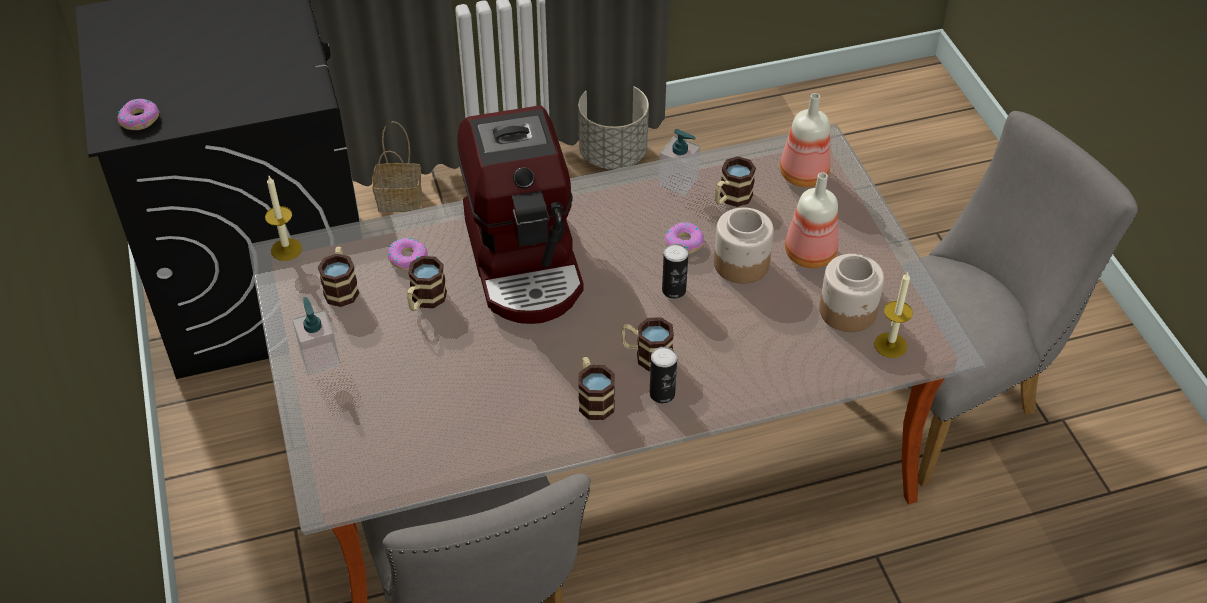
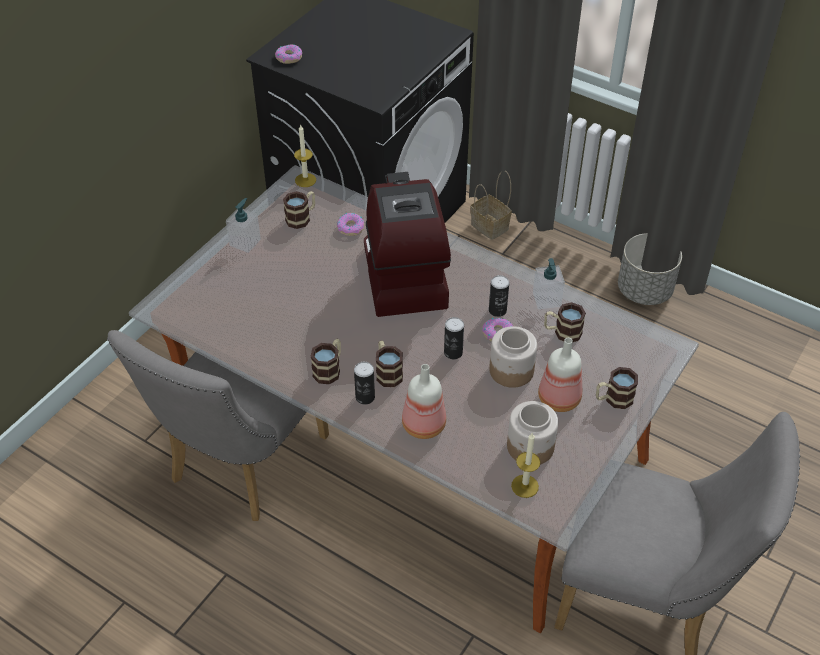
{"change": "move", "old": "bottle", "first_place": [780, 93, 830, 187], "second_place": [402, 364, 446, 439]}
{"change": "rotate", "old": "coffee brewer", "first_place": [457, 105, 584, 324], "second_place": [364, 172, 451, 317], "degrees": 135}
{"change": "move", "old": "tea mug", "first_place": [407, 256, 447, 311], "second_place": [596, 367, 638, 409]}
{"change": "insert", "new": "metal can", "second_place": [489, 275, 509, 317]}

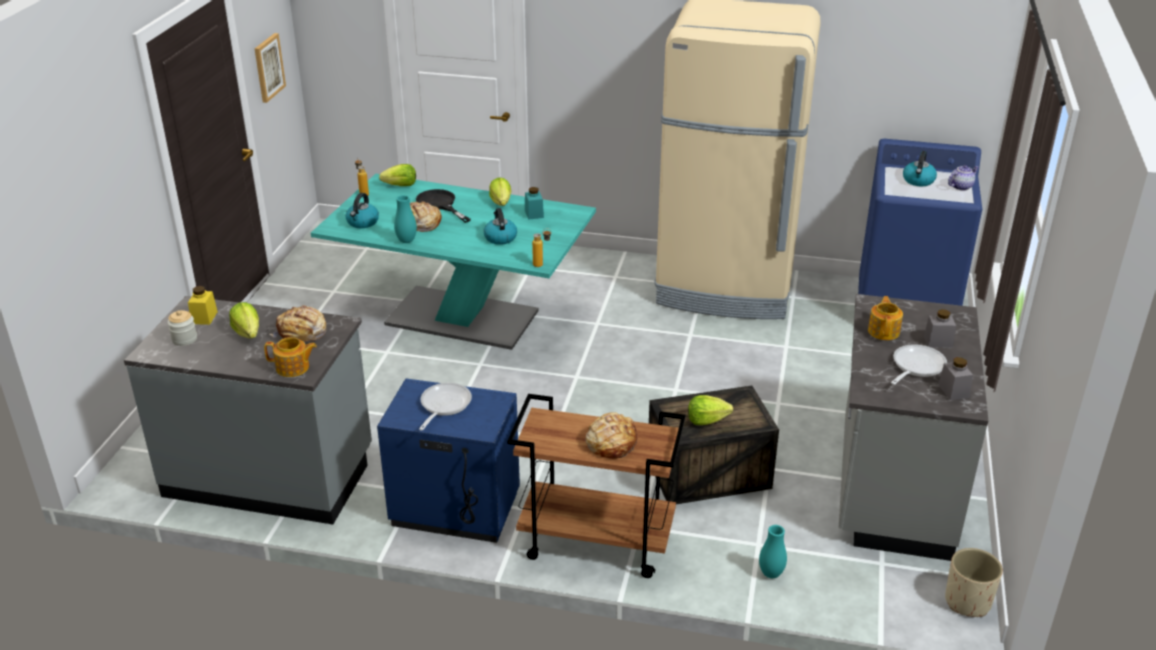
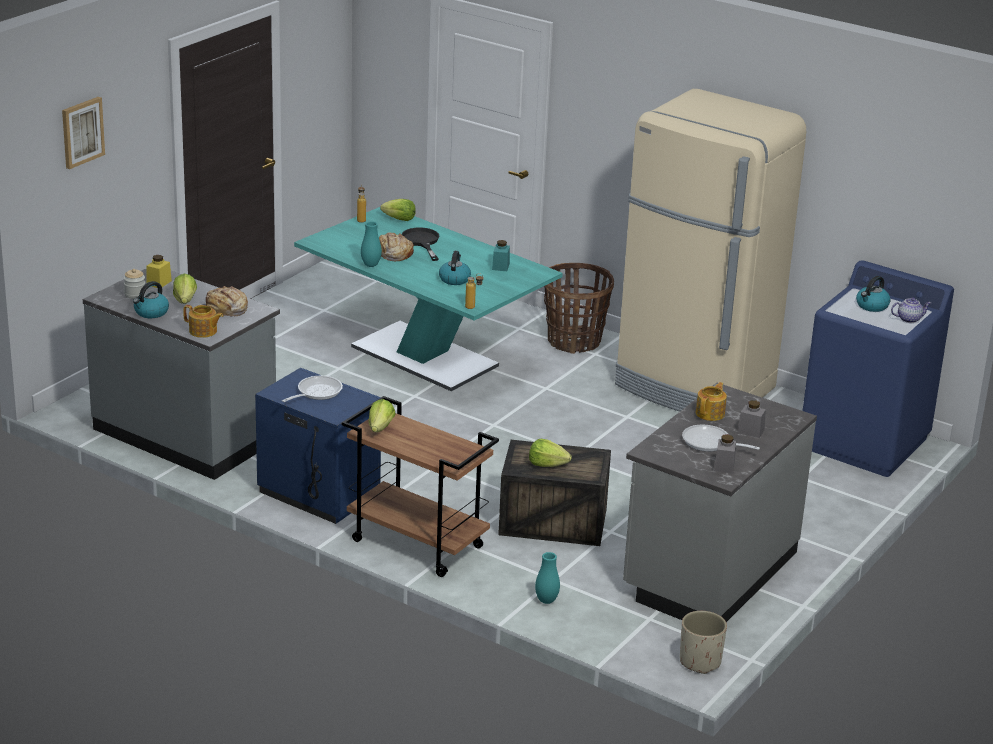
{"change": "move", "old": "wall art", "first_place": [255, 33, 286, 103], "second_place": [62, 97, 105, 169]}
{"change": "move", "old": "lettuce head", "first_place": [489, 177, 511, 206], "second_place": [369, 399, 395, 432]}
{"change": "move", "old": "kettle", "first_place": [346, 193, 379, 228], "second_place": [133, 281, 169, 318]}
{"change": "rotate", "old": "frying pan", "first_place": [891, 344, 947, 385], "second_place": [682, 425, 760, 452], "degrees": -120}
{"change": "delete", "old": "bakery bread", "first_place": [586, 412, 637, 459]}
{"change": "insert", "new": "basket", "second_place": [544, 263, 614, 354]}

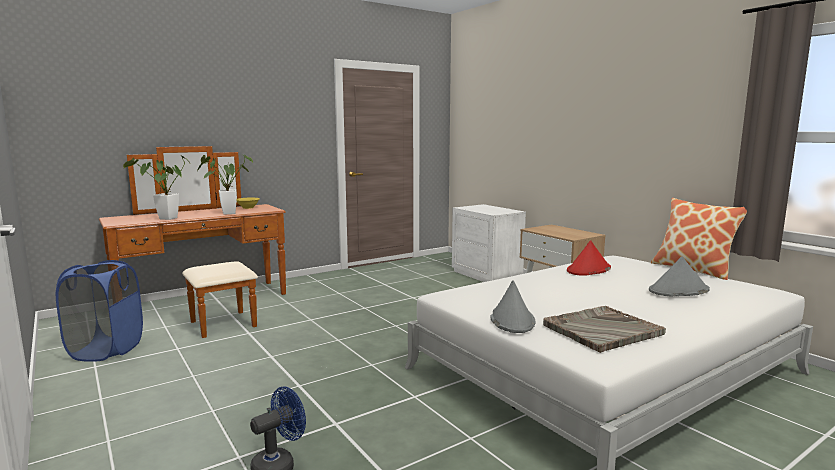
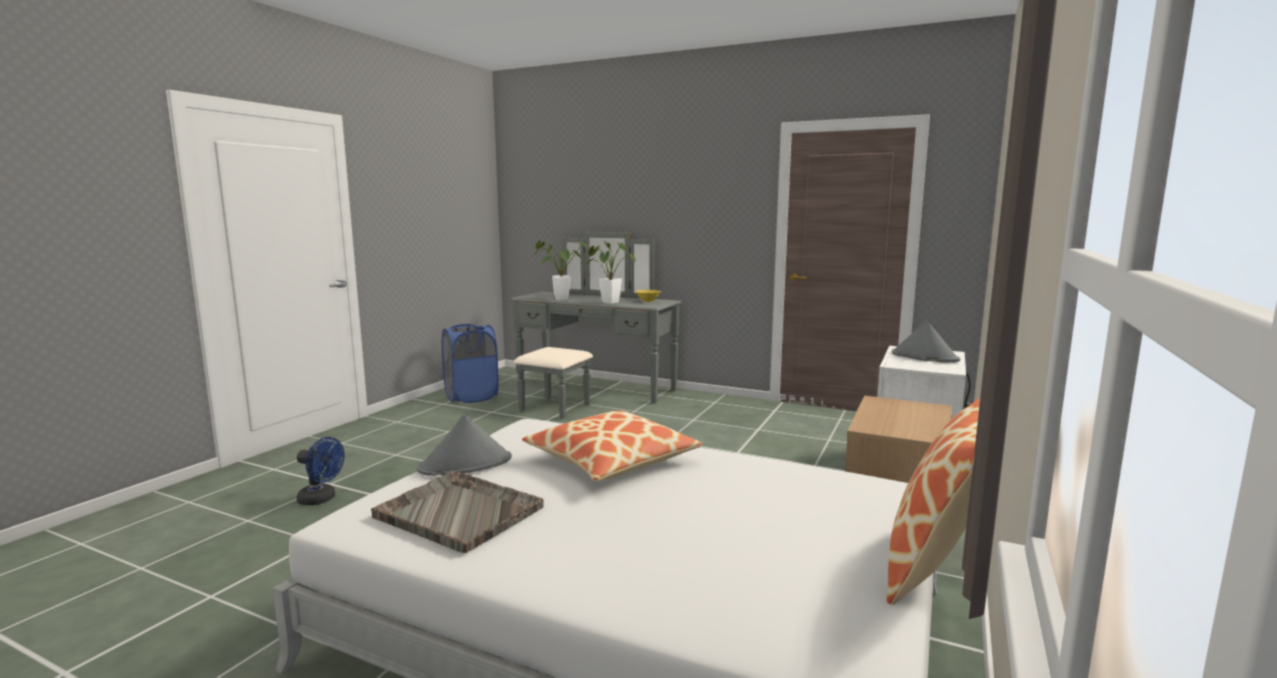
{"change": "recolor", "old": "dresser/brown", "new": "dresser/greyish", "first_place": [99, 146, 286, 338], "second_place": [511, 232, 681, 419]}
{"change": "delete", "old": "hat/red-coloured", "first_place": [567, 240, 611, 276]}
{"change": "move", "old": "hat/greyish", "first_place": [649, 256, 710, 296], "second_place": [892, 321, 960, 362]}
{"change": "insert", "new": "throw pillow", "second_place": [522, 411, 703, 482]}

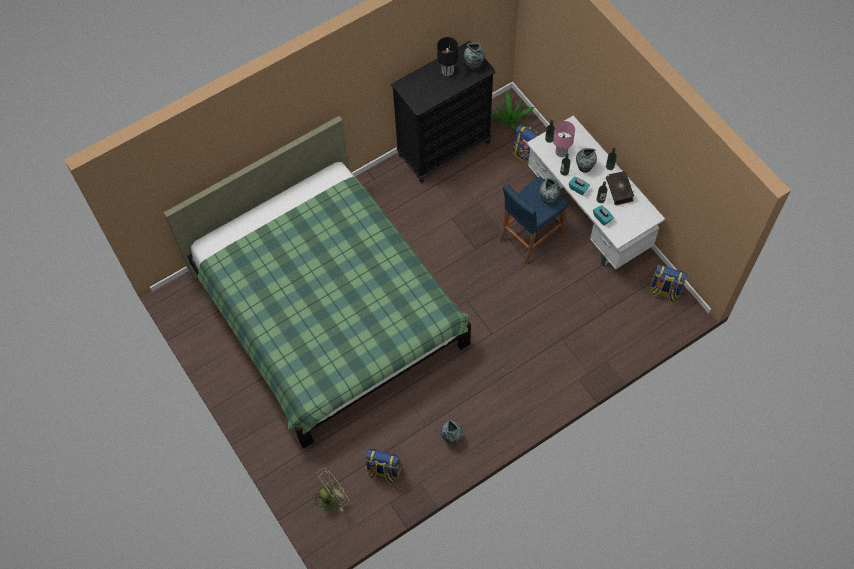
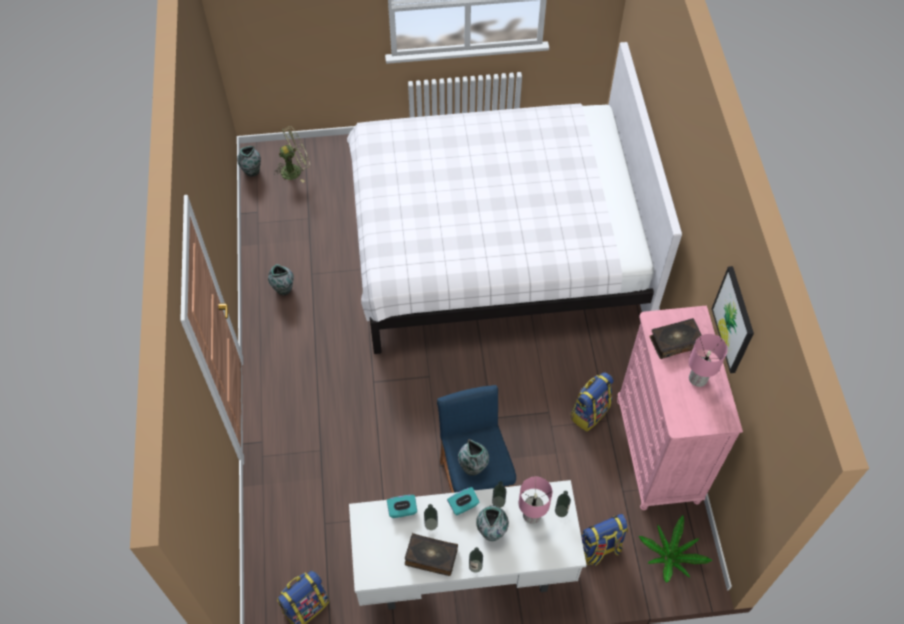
{"change": "recolor", "old": "lamp for a table/black-coloured", "new": "lamp for a table/pink-coloured", "first_place": [437, 37, 458, 76], "second_place": [689, 334, 728, 387]}
{"change": "recolor", "old": "dresser/black-coloured", "new": "dresser/pink-coloured", "first_place": [391, 41, 495, 183], "second_place": [617, 305, 743, 510]}
{"change": "move", "old": "flower vase", "first_place": [464, 43, 485, 71], "second_place": [237, 146, 261, 177]}
{"change": "recolor", "old": "bedroom bed/green", "new": "bedroom bed/white-coloured", "first_place": [164, 116, 471, 449], "second_place": [347, 42, 682, 354]}
{"change": "move", "old": "knapsack", "first_place": [366, 449, 401, 484], "second_place": [571, 372, 614, 432]}
{"change": "rotate", "old": "cooling fan/green", "first_place": [312, 468, 349, 511], "second_place": [274, 126, 310, 183], "degrees": -105}
{"change": "insert", "new": "wall art", "second_place": [711, 266, 754, 373]}
{"change": "insert", "new": "book", "second_place": [649, 318, 702, 359]}

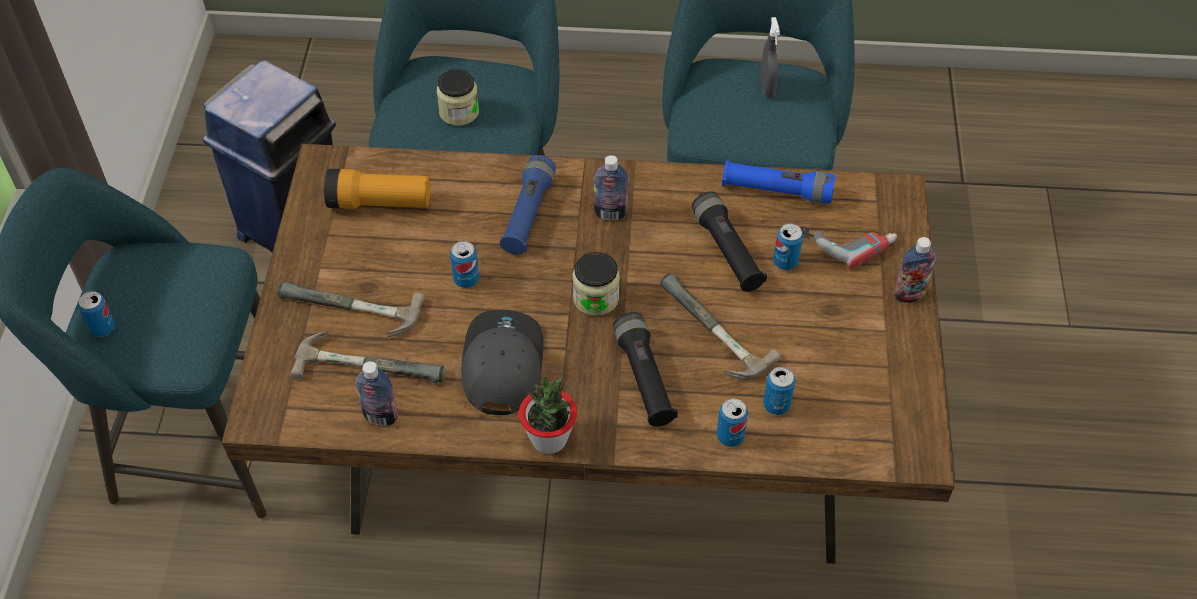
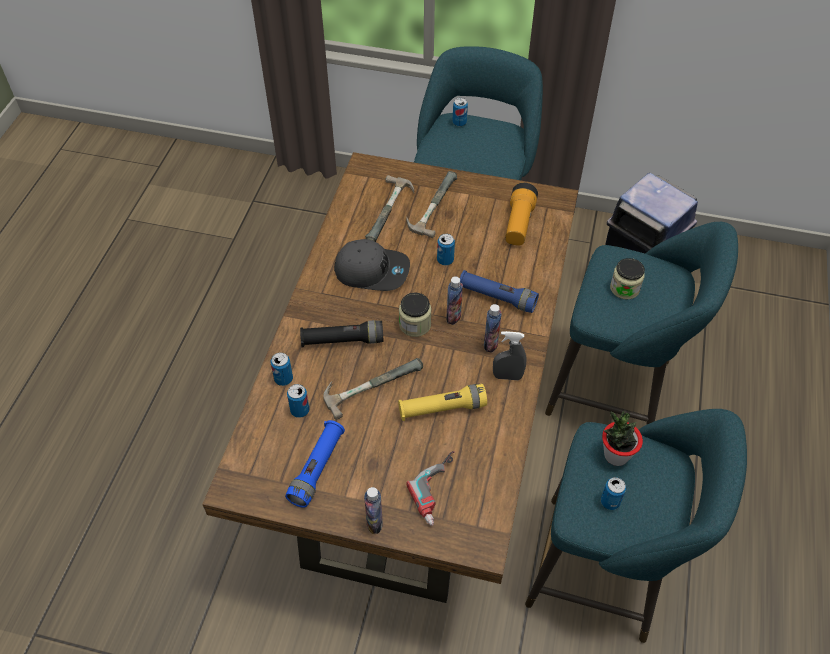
{"change": "move", "old": "hand sprayer/greyish", "first_place": [760, 17, 780, 98], "second_place": [493, 331, 527, 380]}
{"change": "move", "old": "torch/bluish", "first_place": [722, 160, 836, 204], "second_place": [285, 420, 345, 508]}
{"change": "recolor", "old": "torch/black-coloured", "new": "torch/yellow-coloured", "first_place": [692, 191, 767, 292], "second_place": [398, 384, 487, 421]}
{"change": "move", "old": "metal can", "first_place": [773, 223, 803, 270], "second_place": [601, 477, 626, 510]}
{"change": "move", "old": "bottle", "first_place": [355, 361, 398, 426], "second_place": [446, 276, 463, 325]}
{"change": "move", "old": "houseplant", "first_place": [519, 377, 577, 454], "second_place": [602, 411, 643, 466]}

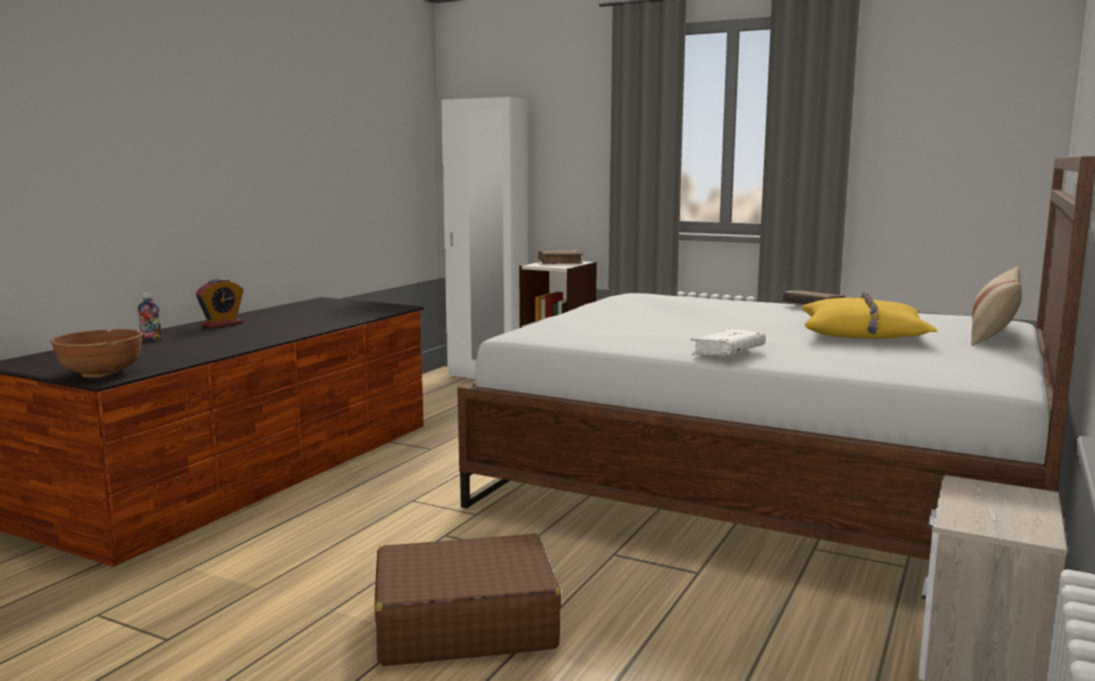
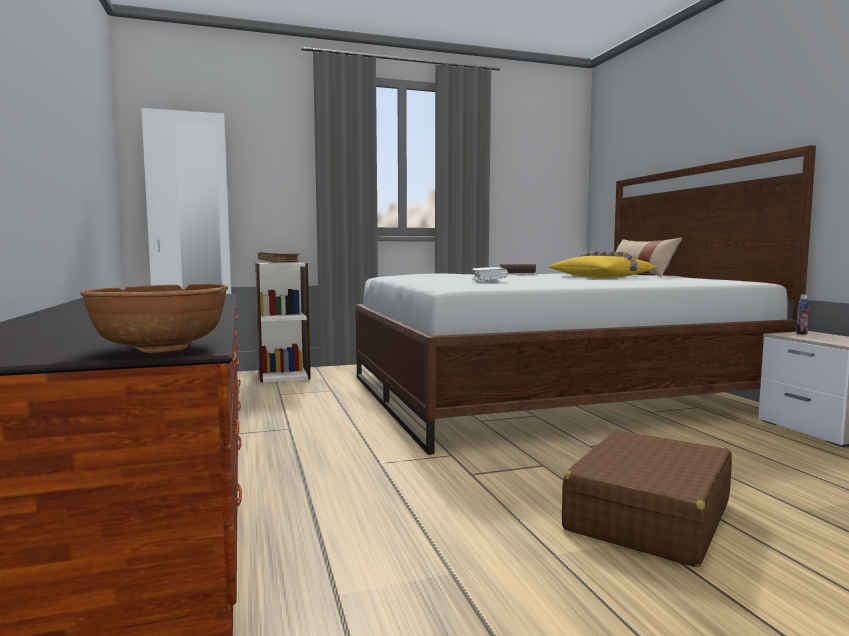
{"change": "delete", "old": "table clock", "first_place": [196, 278, 244, 328]}
{"change": "move", "old": "bottle", "first_place": [138, 293, 162, 340], "second_place": [796, 295, 810, 335]}
{"change": "move", "old": "book/white-coloured", "first_place": [691, 329, 766, 355], "second_place": [472, 267, 508, 282]}

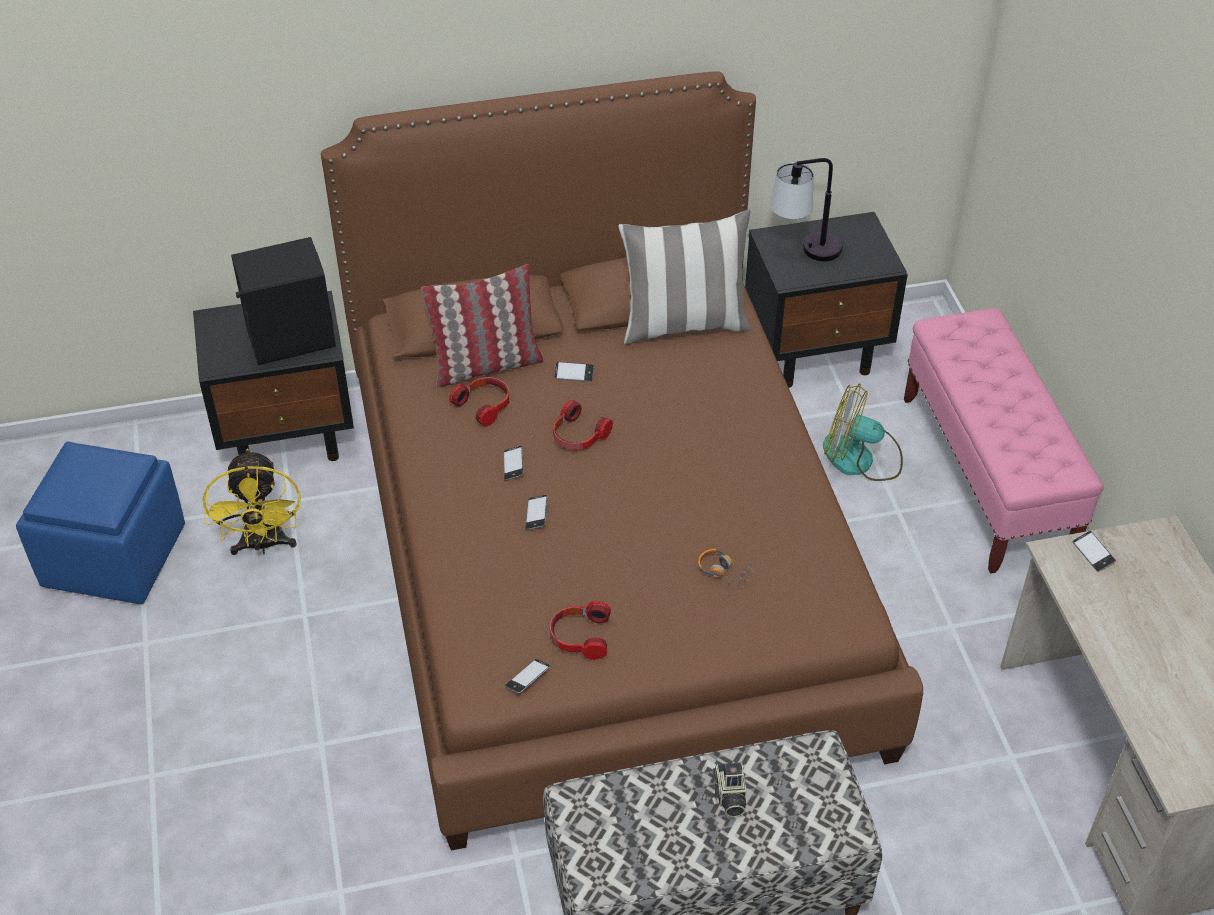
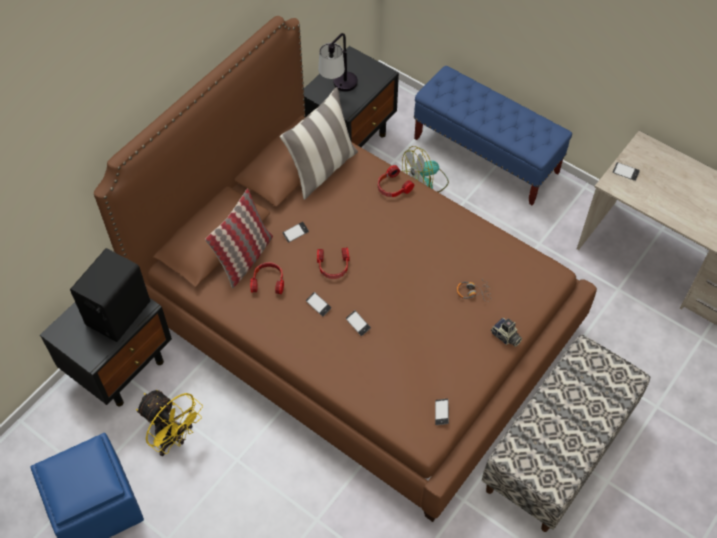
{"change": "recolor", "old": "long seat/pink-coloured", "new": "long seat/bluish", "first_place": [904, 308, 1104, 574], "second_place": [414, 66, 572, 205]}
{"change": "move", "old": "headphones", "first_place": [550, 601, 611, 660], "second_place": [378, 165, 414, 197]}
{"change": "move", "old": "photo camera", "first_place": [713, 762, 747, 818], "second_place": [491, 318, 522, 347]}

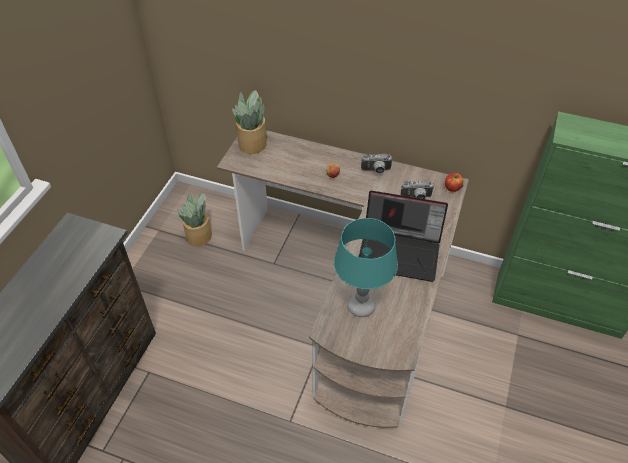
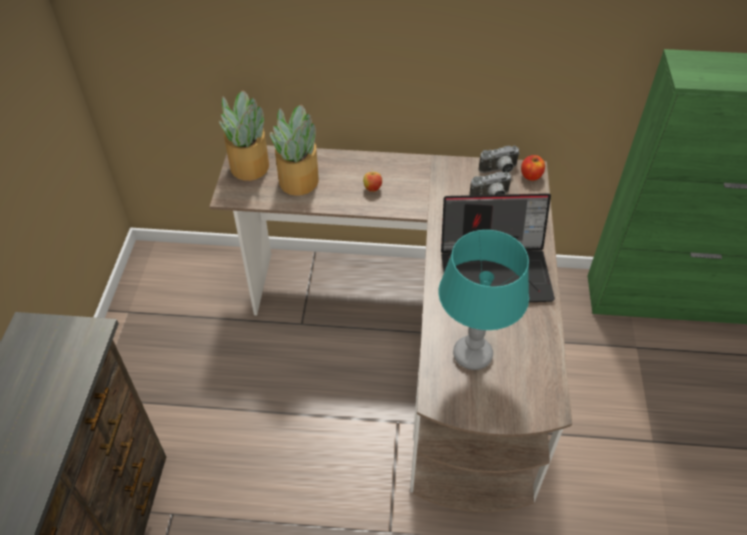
{"change": "move", "old": "photo camera", "first_place": [361, 154, 392, 174], "second_place": [479, 145, 520, 173]}
{"change": "move", "old": "houseplant", "first_place": [177, 193, 212, 247], "second_place": [269, 105, 319, 196]}

